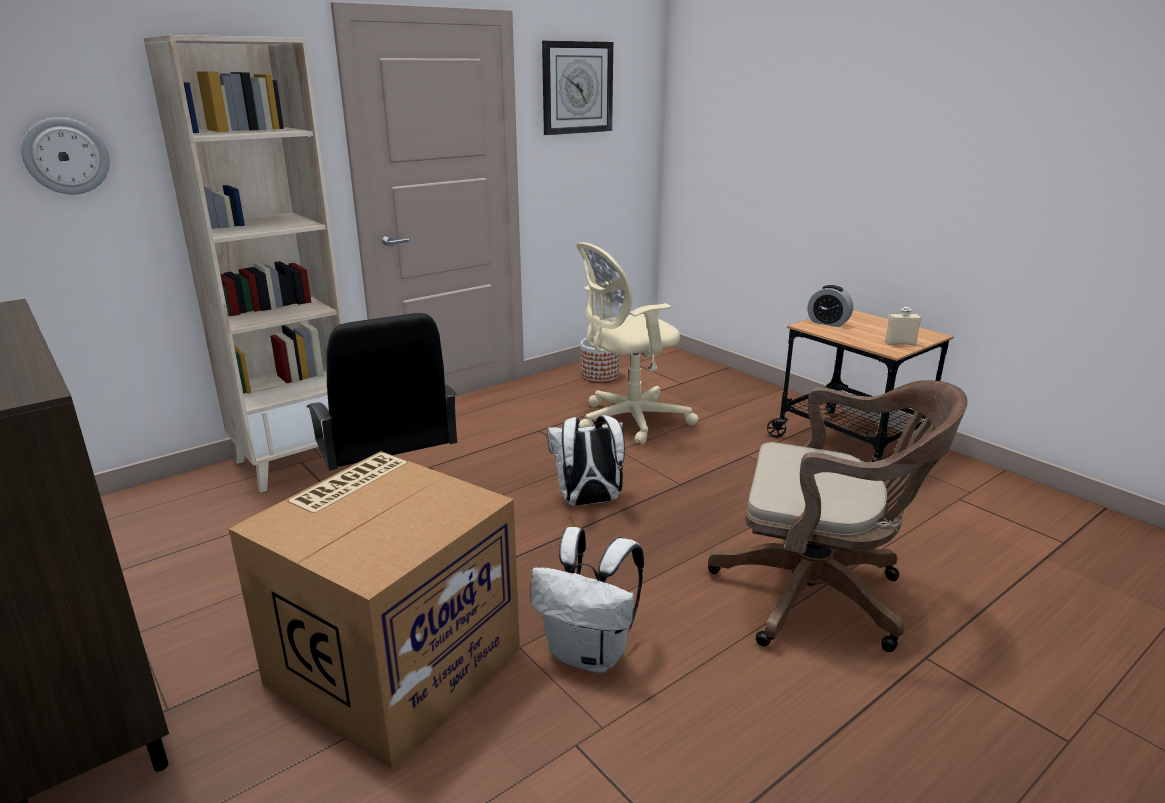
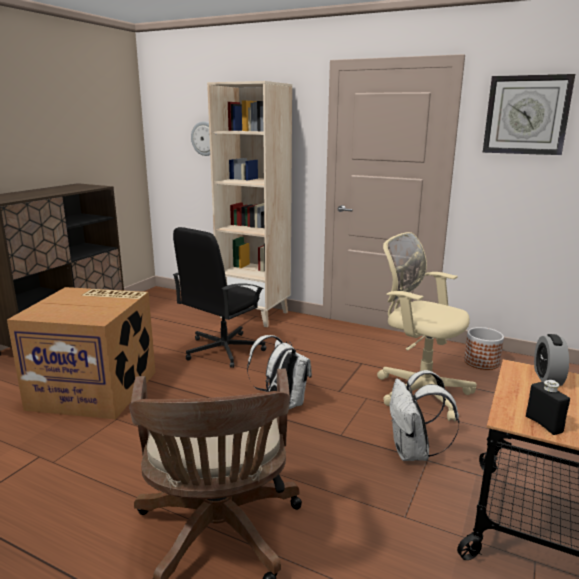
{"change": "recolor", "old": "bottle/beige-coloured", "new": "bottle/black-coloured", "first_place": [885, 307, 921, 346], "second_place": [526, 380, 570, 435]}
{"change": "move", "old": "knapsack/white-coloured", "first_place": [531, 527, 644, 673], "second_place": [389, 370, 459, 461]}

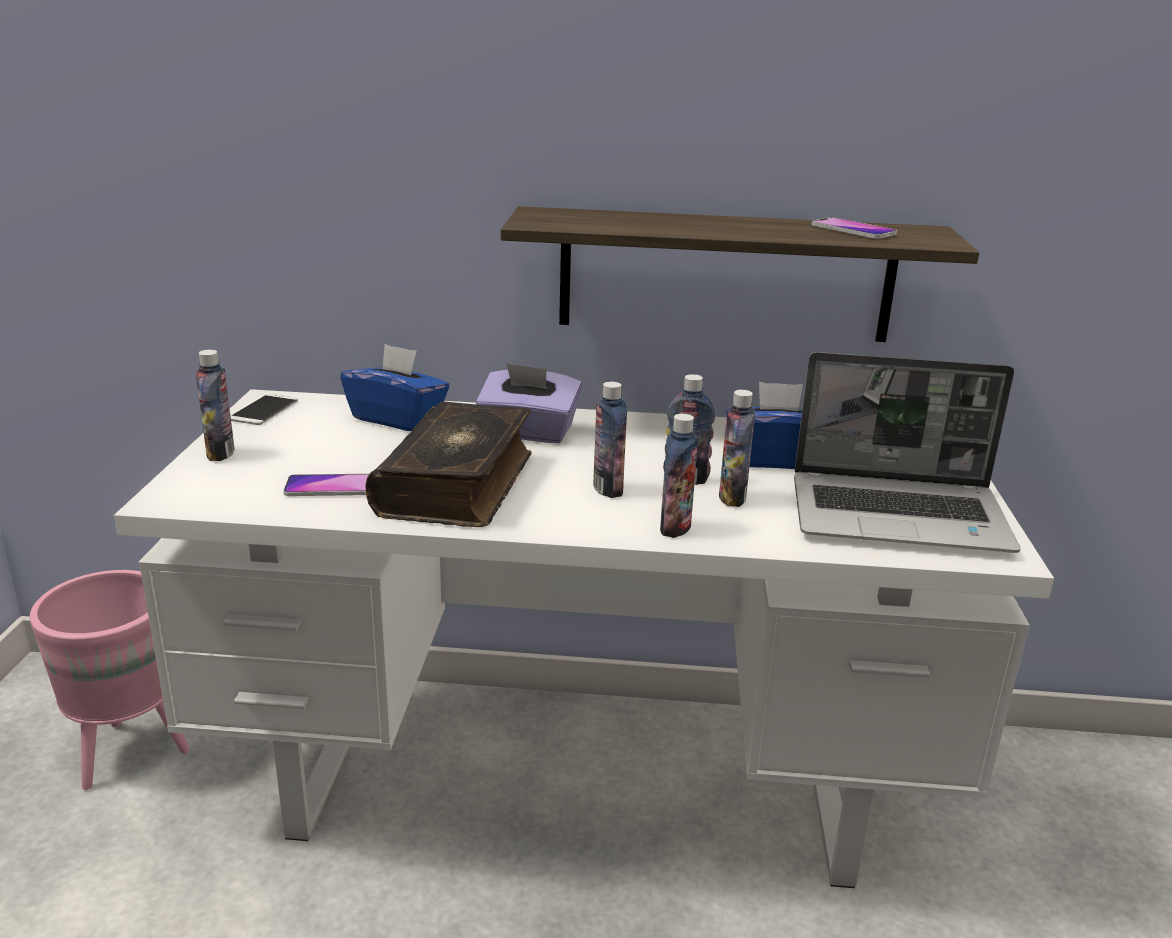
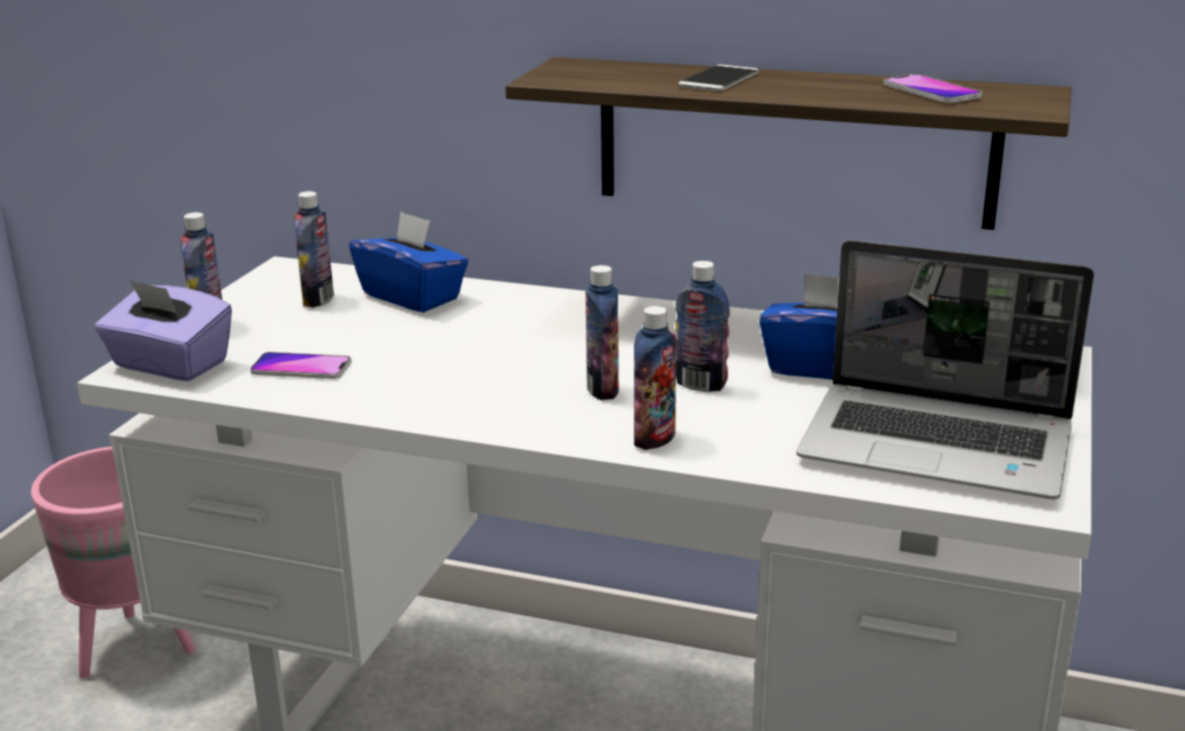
{"change": "move", "old": "tissue holder/purple", "first_place": [476, 363, 582, 443], "second_place": [95, 279, 232, 381]}
{"change": "move", "old": "bottle", "first_place": [719, 390, 755, 507], "second_place": [294, 191, 334, 308]}
{"change": "move", "old": "handset", "first_place": [231, 394, 298, 425], "second_place": [679, 65, 759, 91]}
{"change": "delete", "old": "book", "first_place": [365, 401, 532, 527]}

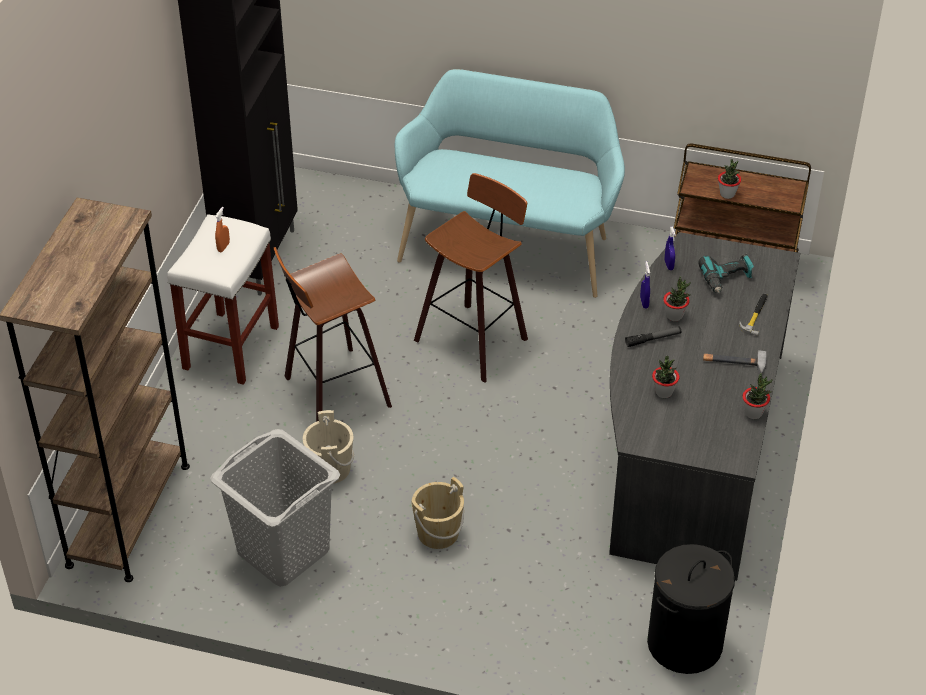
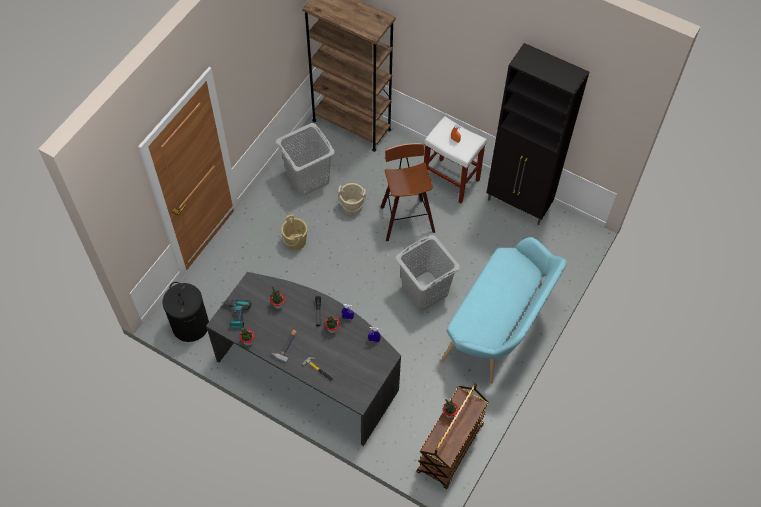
{"change": "replace", "old": "stool seat", "new": "laundry basket/greyish", "first_place": [414, 173, 528, 383], "second_place": [395, 235, 460, 311]}
{"change": "move", "old": "power drill", "first_place": [698, 254, 754, 294], "second_place": [222, 300, 251, 328]}

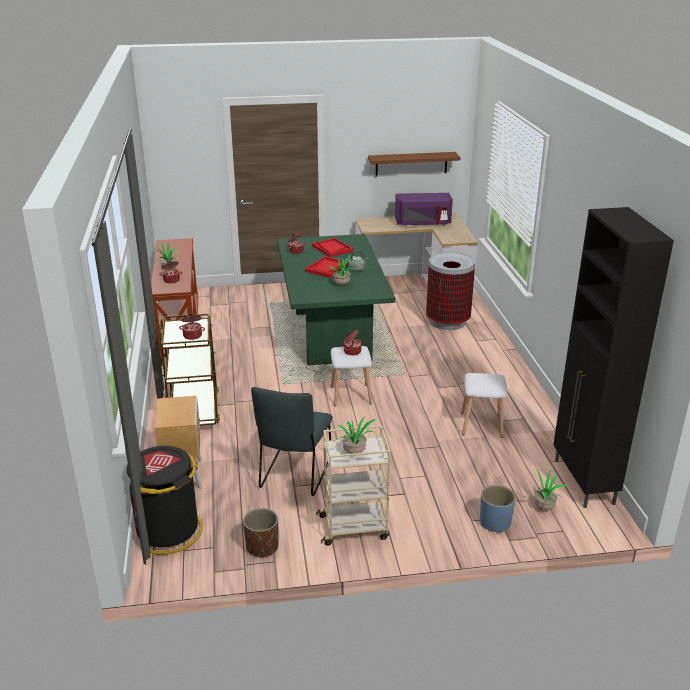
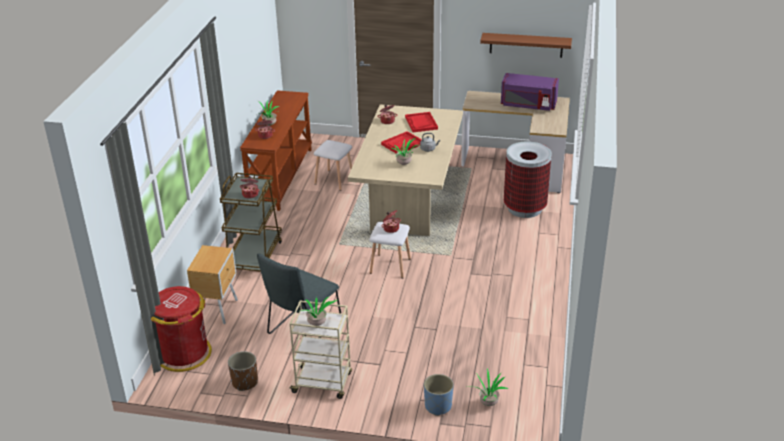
{"change": "delete", "old": "storage cabinet/black-coloured", "first_place": [553, 207, 674, 508]}
{"change": "recolor", "old": "dining table/green", "new": "dining table/beige-coloured", "first_place": [277, 234, 395, 366], "second_place": [348, 104, 463, 236]}
{"change": "move", "old": "stool seat/white-coloured", "first_place": [461, 373, 507, 438], "second_place": [314, 140, 352, 191]}
{"change": "recolor", "old": "trash can/black-coloured", "new": "trash can/red-coloured", "first_place": [127, 446, 203, 555], "second_place": [151, 286, 212, 372]}

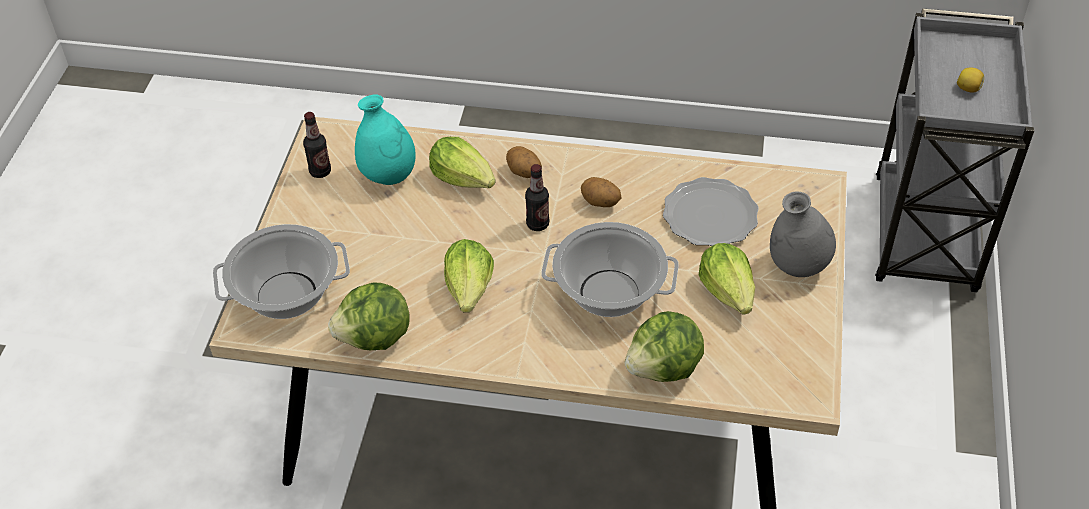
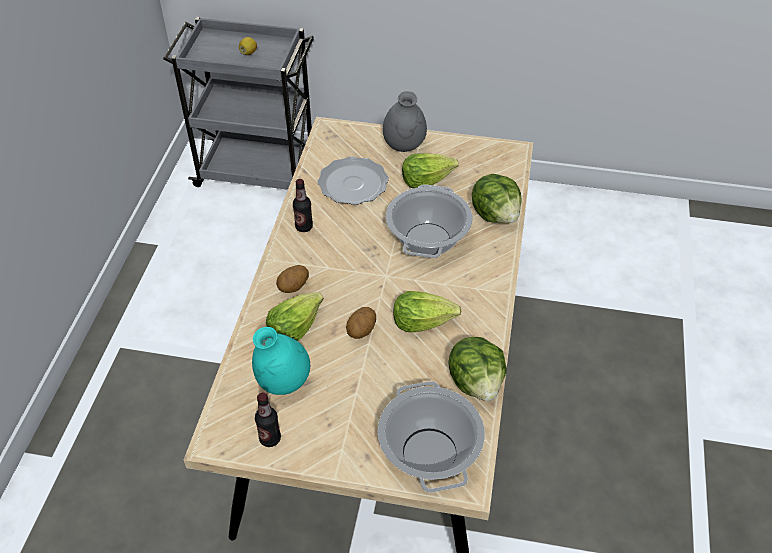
{"change": "move", "old": "bottle", "first_place": [525, 164, 549, 231], "second_place": [293, 179, 313, 232]}
{"change": "move", "old": "spud", "first_place": [581, 177, 622, 207], "second_place": [346, 307, 376, 339]}

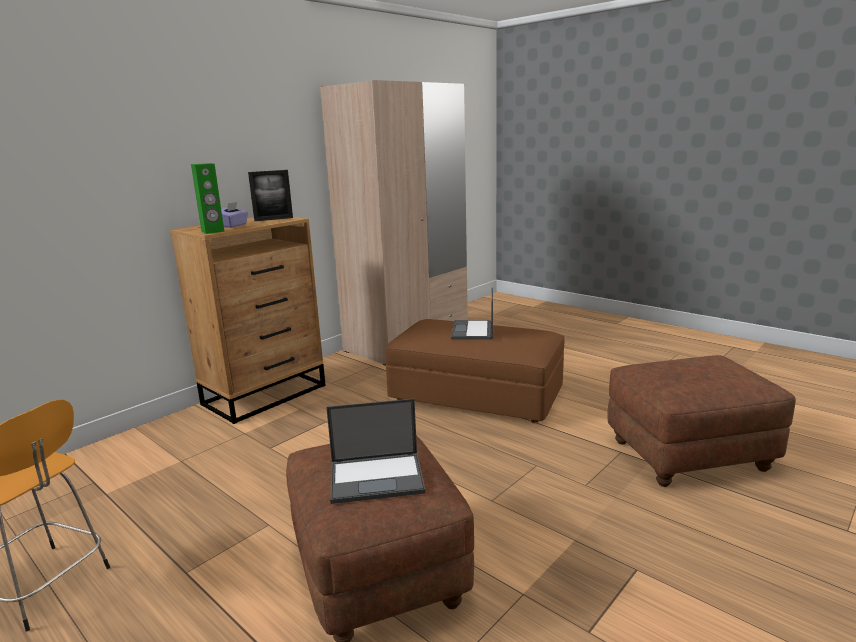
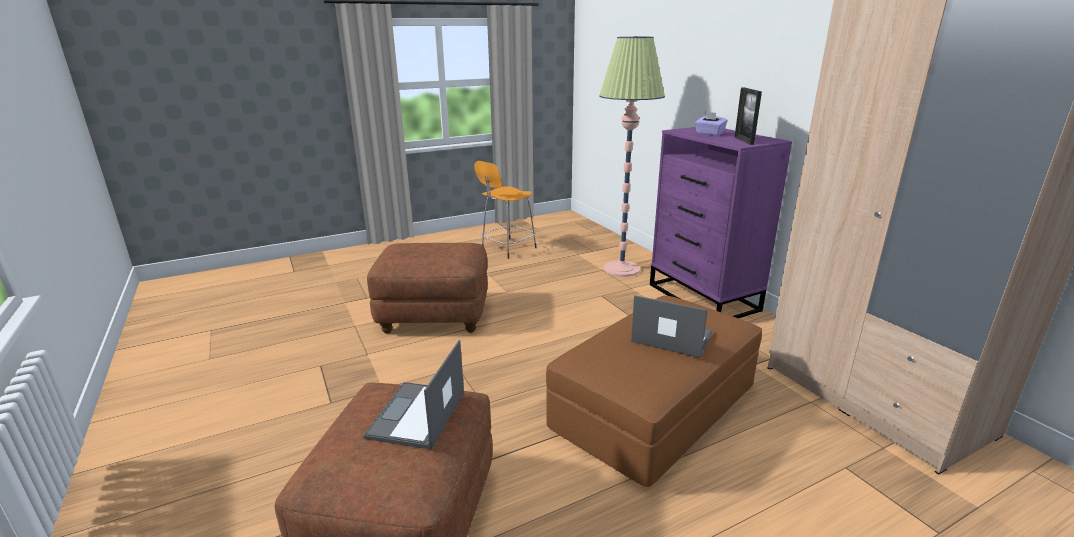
{"change": "delete", "old": "loudspeaker/green", "first_place": [191, 163, 224, 234]}
{"change": "recolor", "old": "dresser/brown", "new": "dresser/purple", "first_place": [170, 217, 326, 424], "second_place": [650, 127, 792, 318]}
{"change": "move", "old": "laptop", "first_place": [326, 399, 426, 504], "second_place": [363, 340, 464, 450]}
{"change": "insert", "new": "floor lamp", "second_place": [599, 36, 665, 277]}

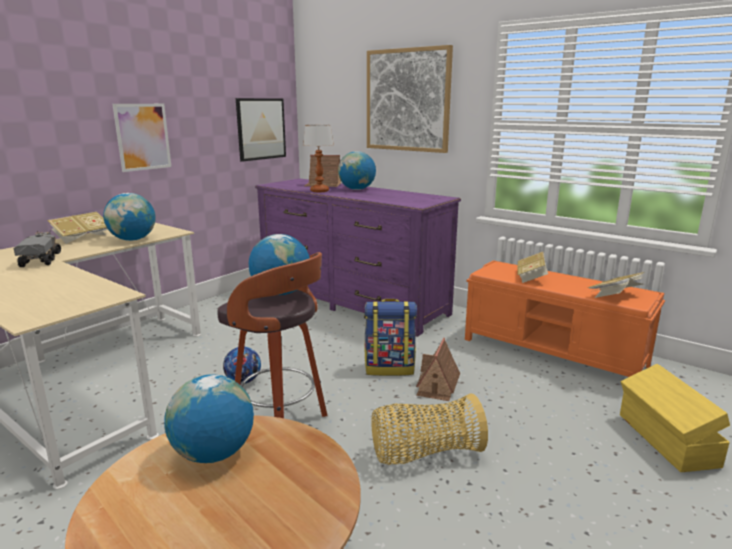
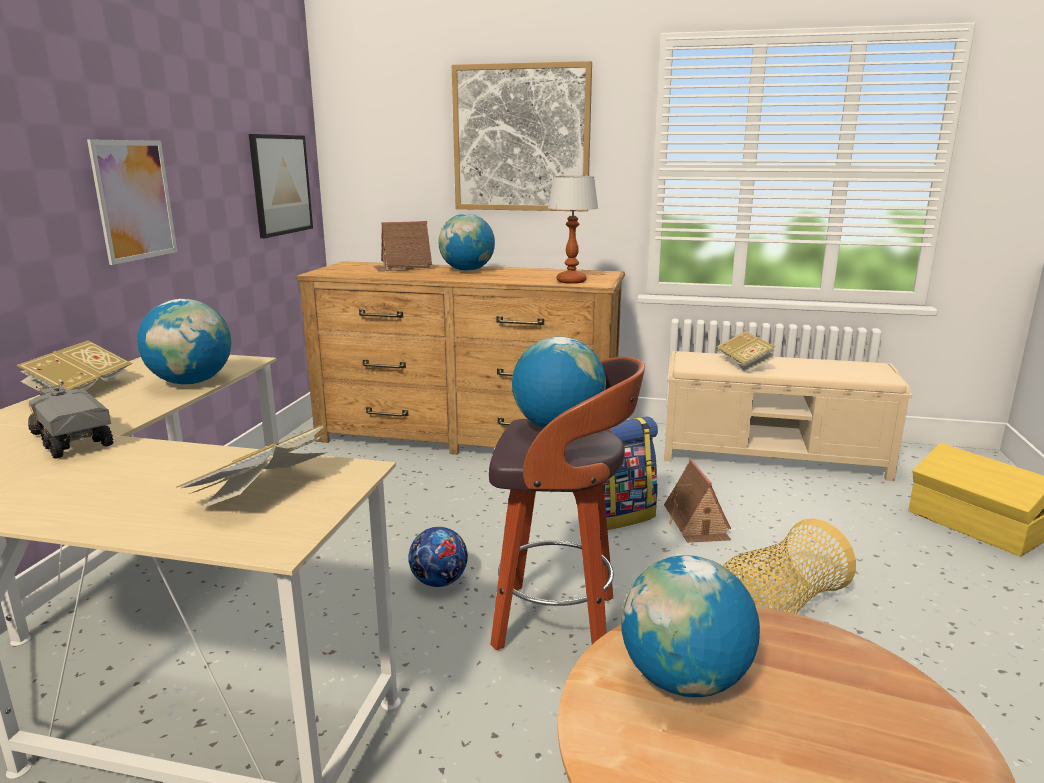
{"change": "move", "old": "lamp for a table", "first_place": [303, 125, 334, 193], "second_place": [548, 176, 598, 284]}
{"change": "recolor", "old": "dresser/purple", "new": "dresser/brown", "first_place": [255, 178, 461, 337], "second_place": [296, 261, 625, 455]}
{"change": "recolor", "old": "long seat/orange-coloured", "new": "long seat/beige-coloured", "first_place": [465, 260, 665, 377], "second_place": [664, 351, 913, 481]}
{"change": "move", "old": "book", "first_place": [587, 272, 644, 298], "second_place": [176, 423, 326, 509]}

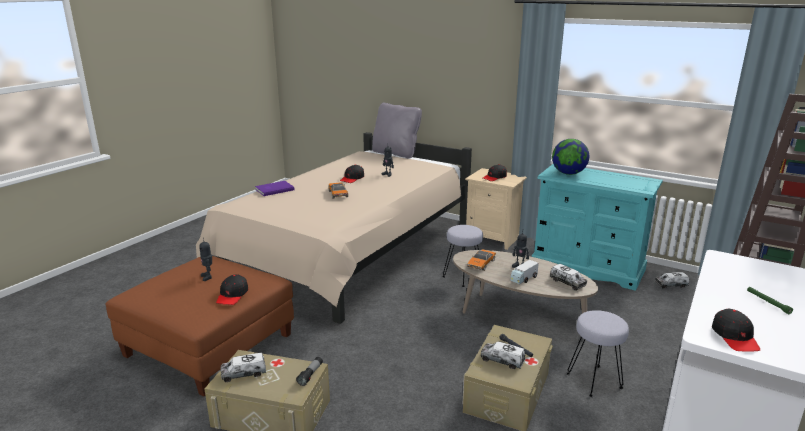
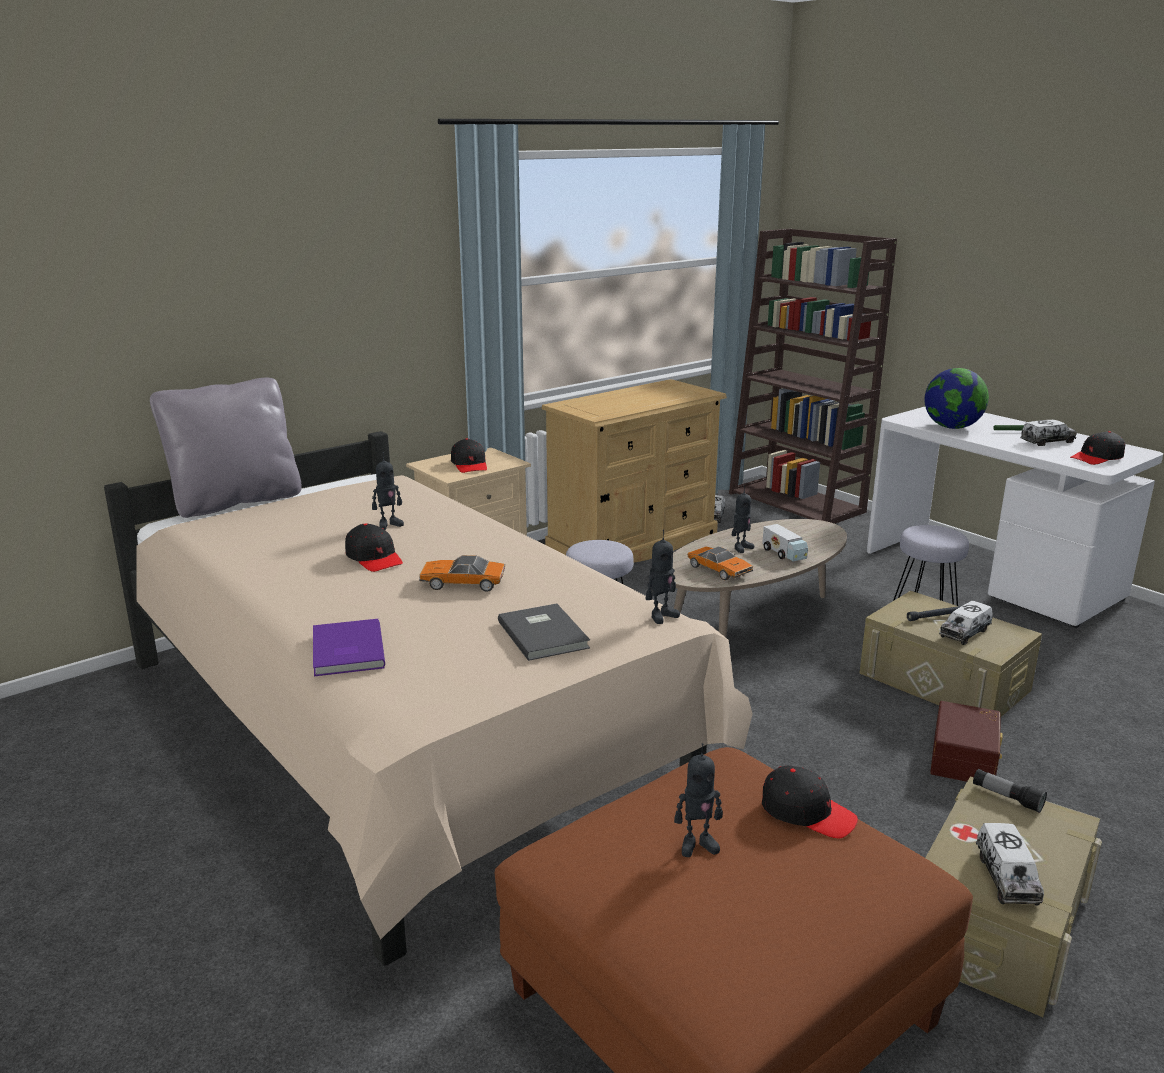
{"change": "move", "old": "world globe", "first_place": [552, 139, 589, 175], "second_place": [924, 368, 989, 429]}
{"change": "recolor", "old": "dresser/blue-green", "new": "dresser/beige-coloured", "first_place": [532, 164, 663, 291], "second_place": [542, 379, 727, 563]}
{"change": "move", "old": "model truck", "first_place": [550, 264, 587, 291], "second_place": [1020, 420, 1077, 446]}
{"change": "rotate", "old": "baseball cap/black-coloured", "first_place": [712, 309, 760, 352], "second_place": [1070, 431, 1125, 465], "degrees": 135}
{"change": "insert", "new": "toy robot", "second_place": [646, 529, 680, 624]}
{"change": "insert", "new": "book/greyish", "second_place": [498, 603, 590, 661]}
{"change": "insert", "new": "storage container/brown", "second_place": [930, 701, 1003, 782]}

